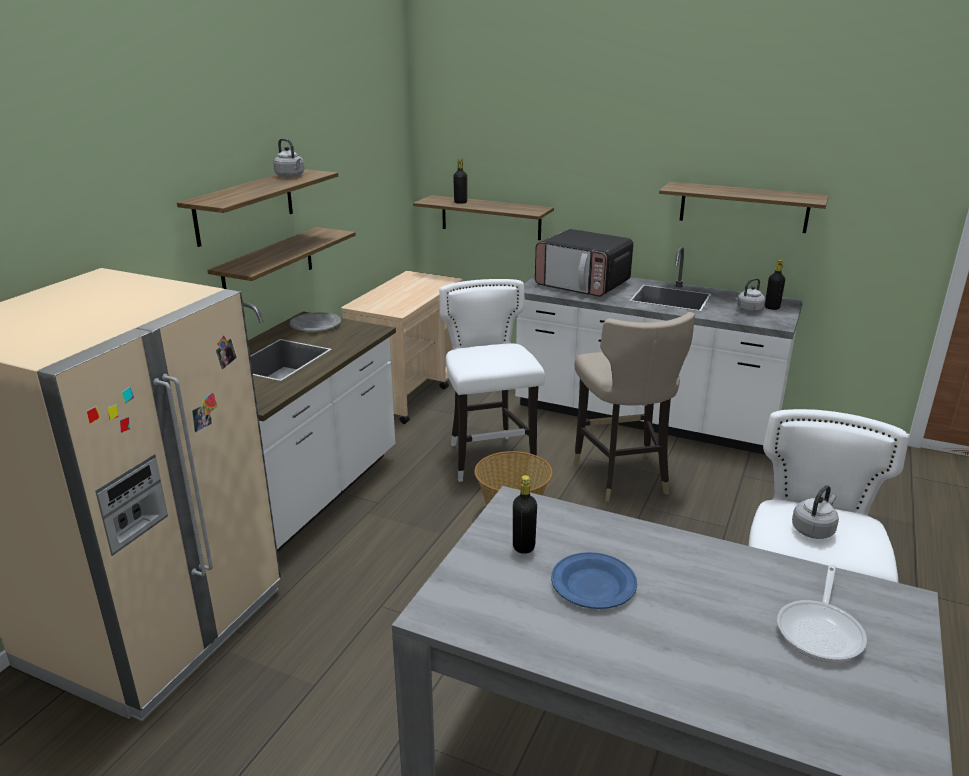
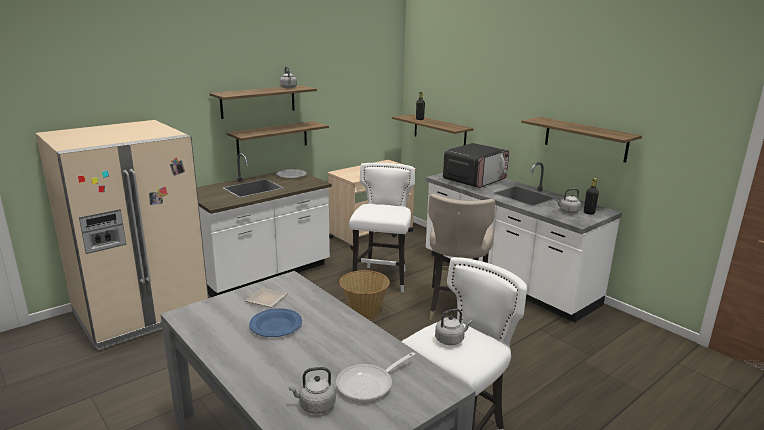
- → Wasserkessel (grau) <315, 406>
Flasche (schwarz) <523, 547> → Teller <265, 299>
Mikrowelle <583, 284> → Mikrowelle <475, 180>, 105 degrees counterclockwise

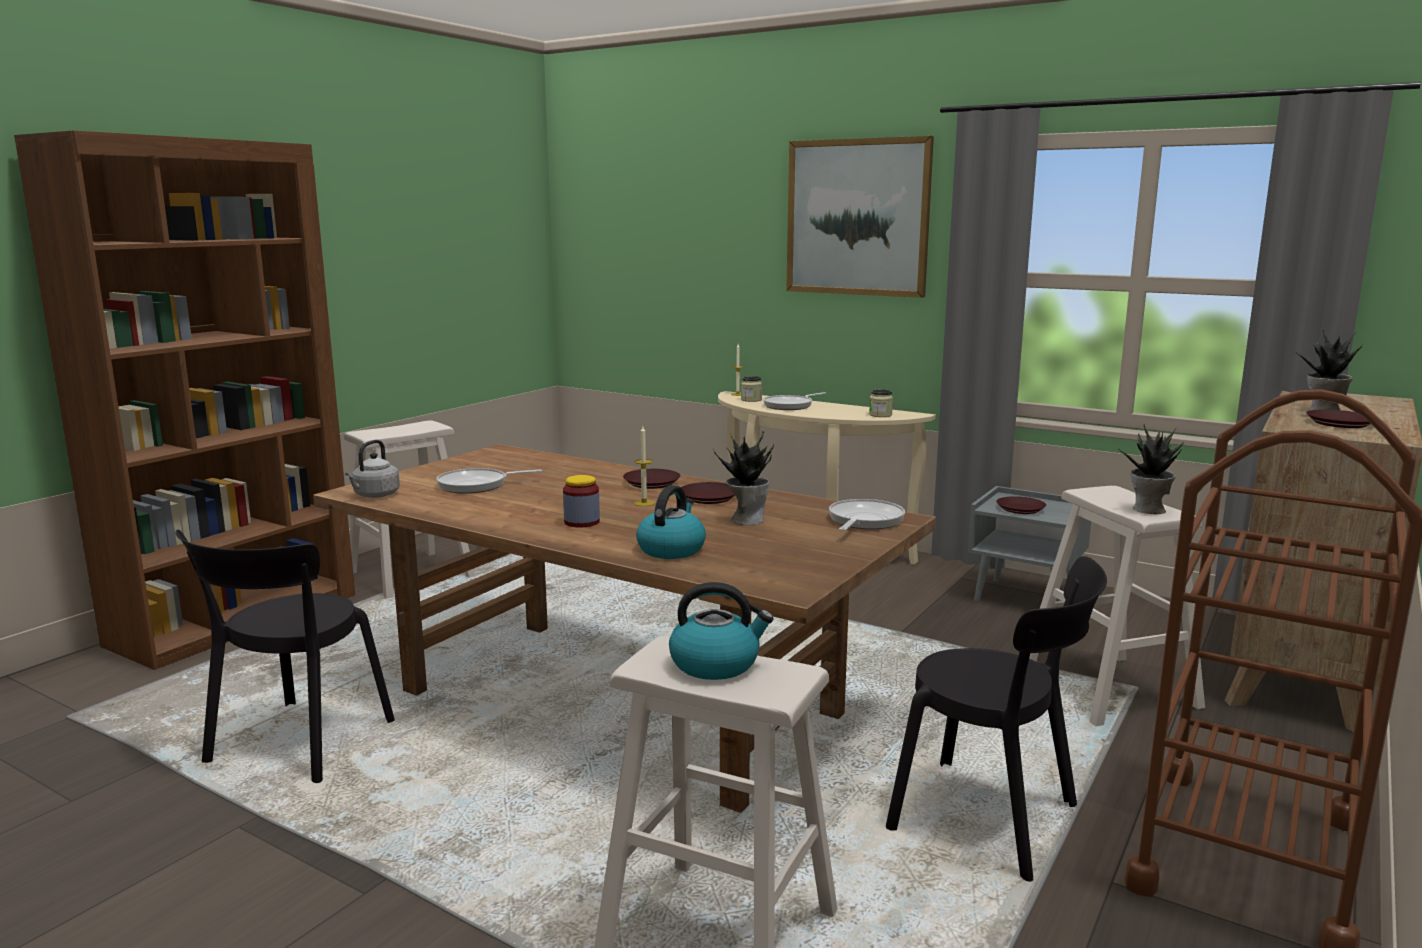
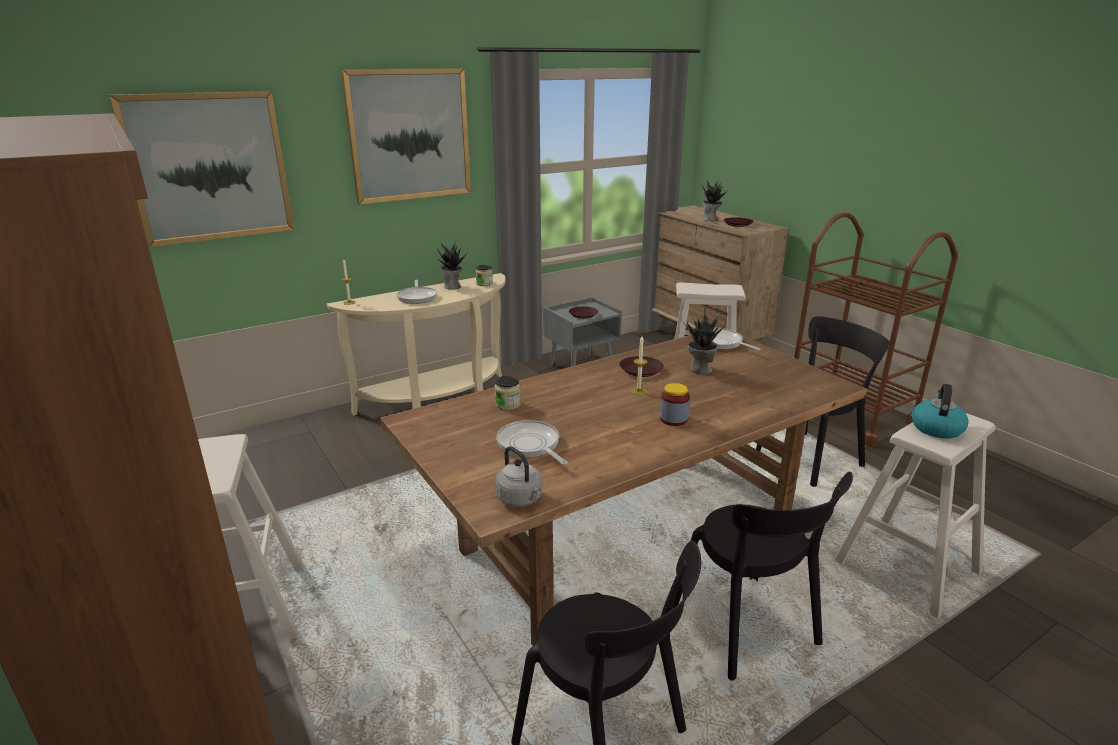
Teller (braun) <652, 483> → -
Wasserkessel <671, 549> → -
- → Bild <209, 167>
- → Stuhl (schwarz) <748, 630>
Vorratsglas <751, 400> → Vorratsglas <508, 404>, relocated
Topfpflanze <1148, 510> → Topfpflanze <453, 287>, relocated
Pfanne <477, 485> → Pfanne <530, 445>, 135 degrees clockwise

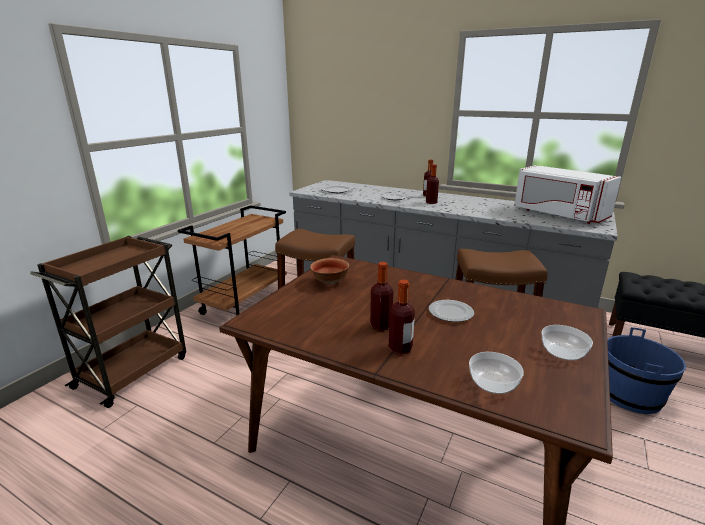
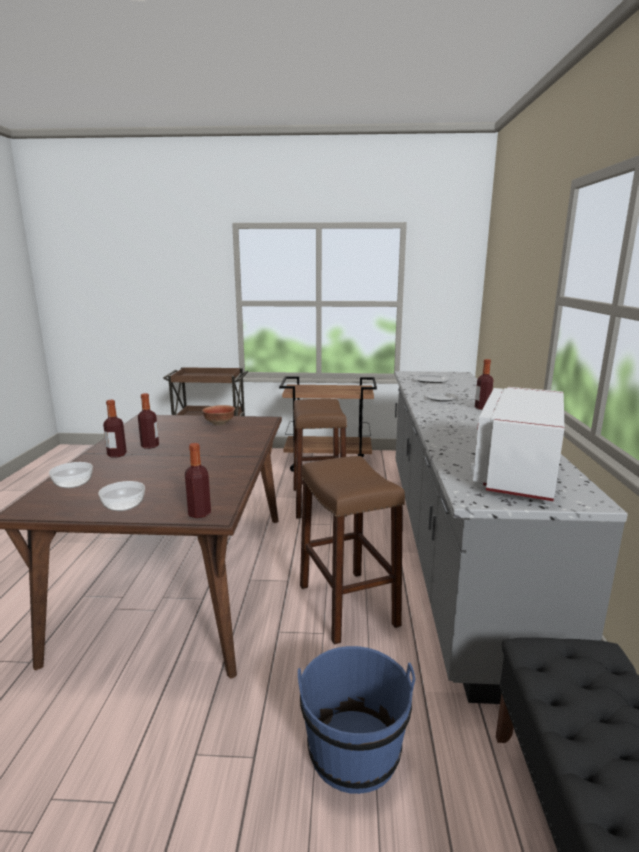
Teller <450, 313> → -
Flasche <431, 202> → Flasche <199, 513>, relocated

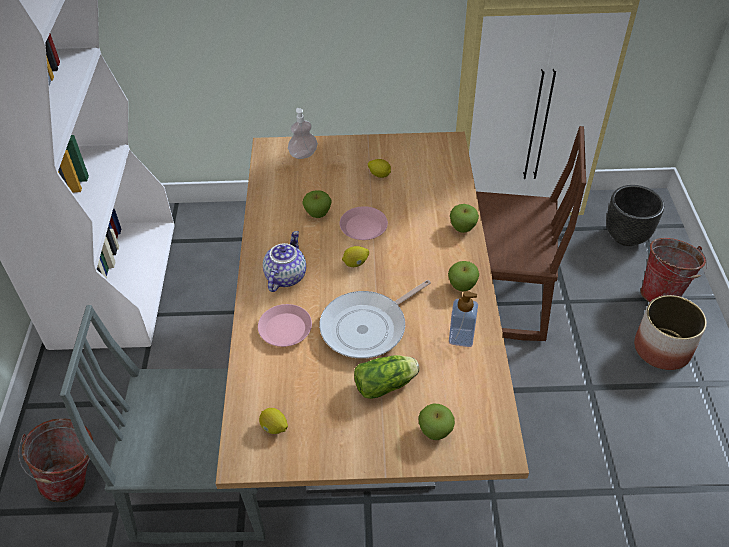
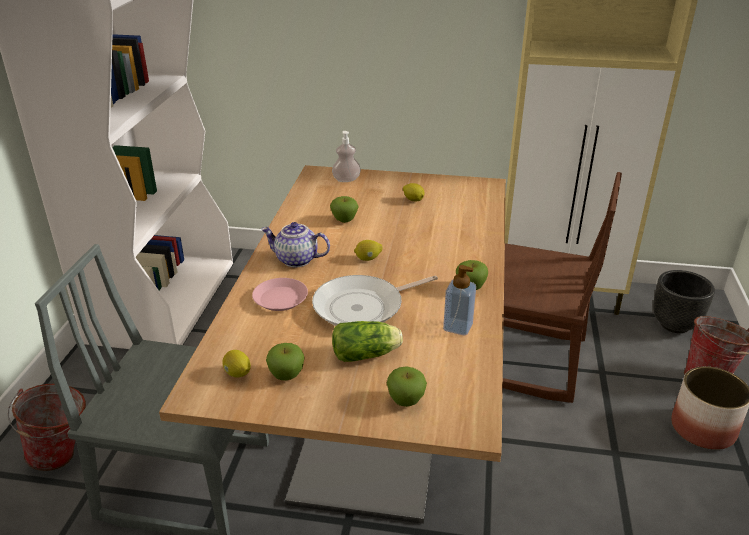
Teller (rosa) <363, 227> → -
Apfel <462, 228> → Apfel <286, 375>, relocated
Teekanne <285, 276> → Teekanne <296, 260>, 105 degrees counterclockwise

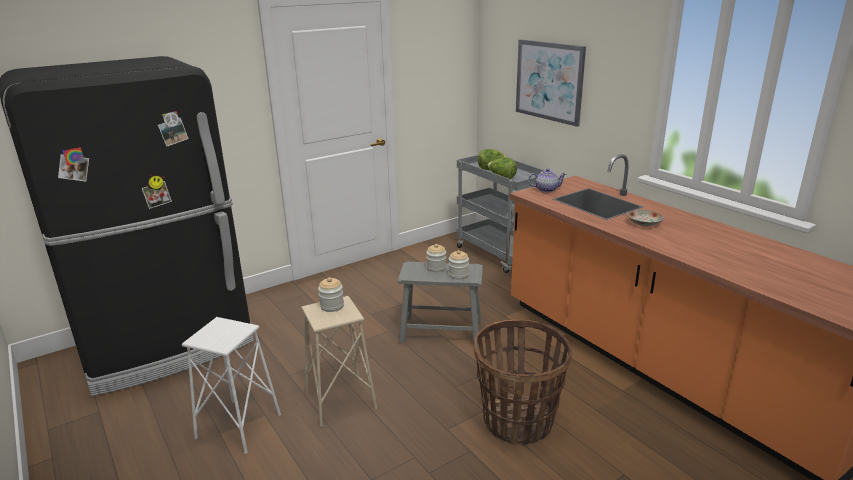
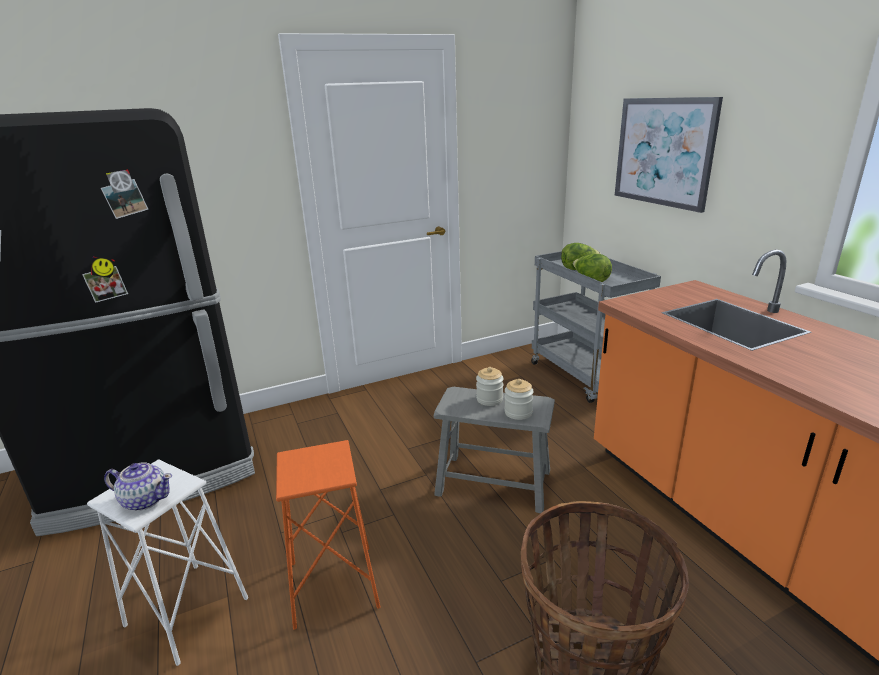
Vorratsglas <332, 306> → -
Teller <644, 223> → -
Teekanne <546, 189> → Teekanne <145, 500>, relocated
Hocker (beige) <340, 401> → Hocker (orange) <333, 585>

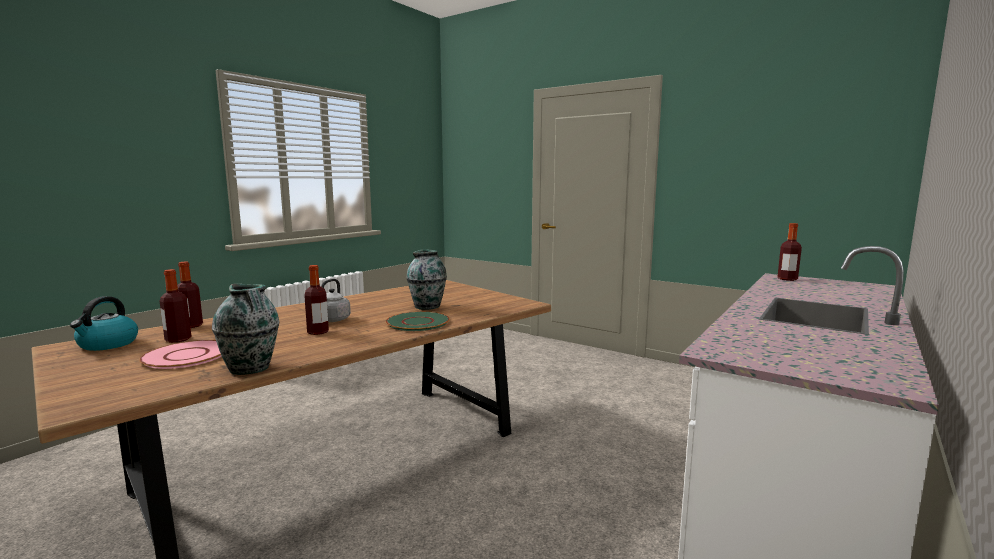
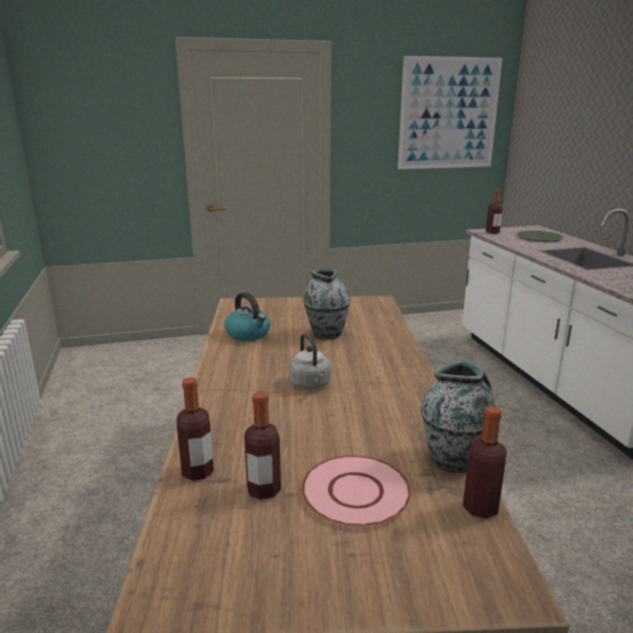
- → Bild <449, 114>
Wasserkessel <107, 344> → Wasserkessel <249, 334>, relocated
Flasche <318, 332> → Flasche <480, 508>, relocated
Teller (grün) <417, 322> → Teller (grün) <539, 237>, relocated

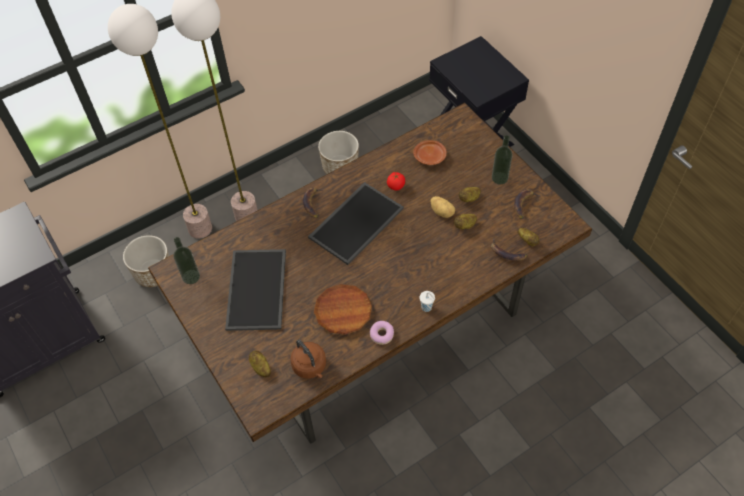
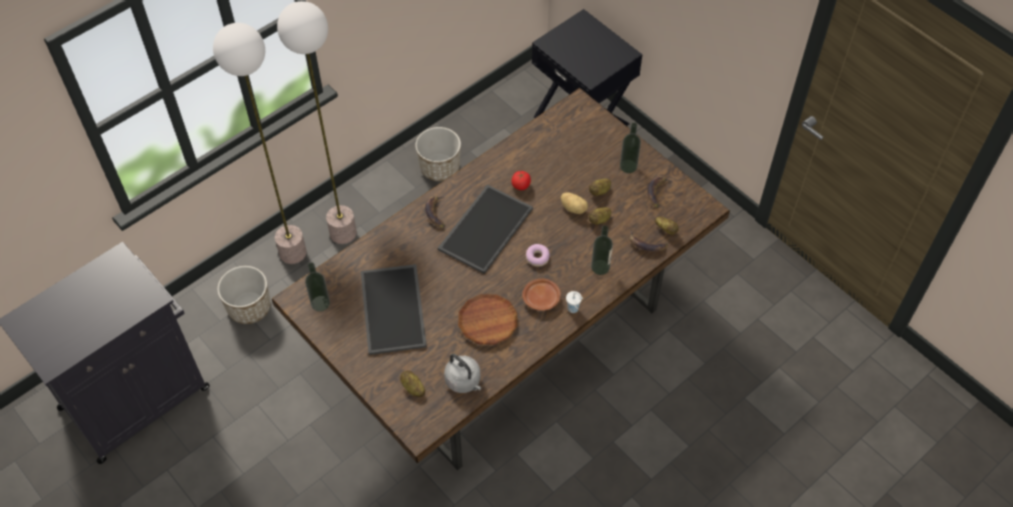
- → Flasche <600, 267>
Donut <382, 334> → Donut <537, 257>, relocated
Teller (braun) <430, 156> → Teller (braun) <541, 298>, relocated
Wasserkessel (braun) <310, 367> → Wasserkessel (grau) <464, 381>

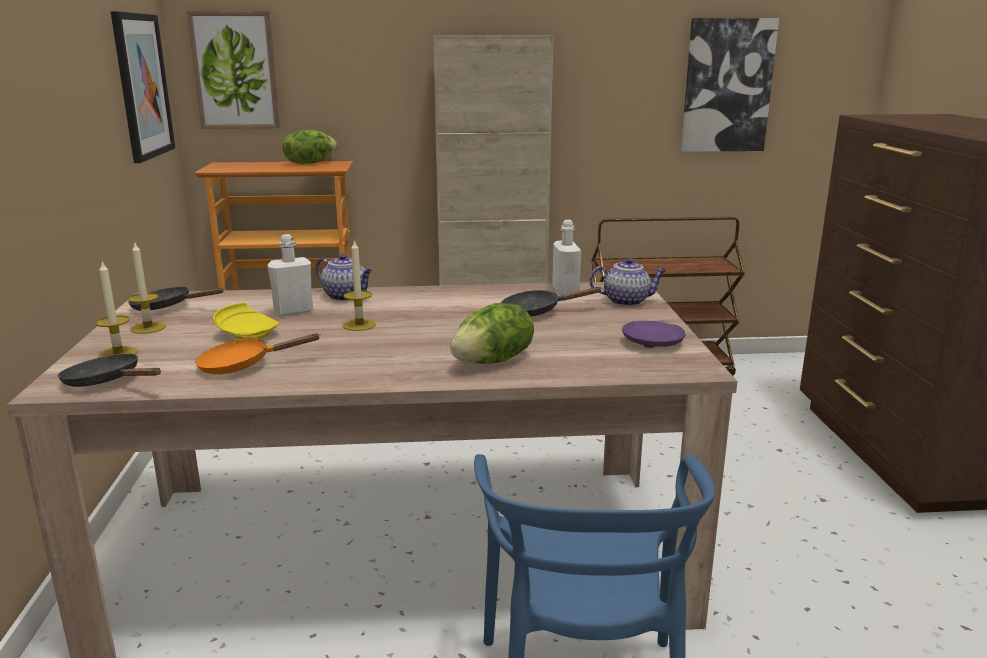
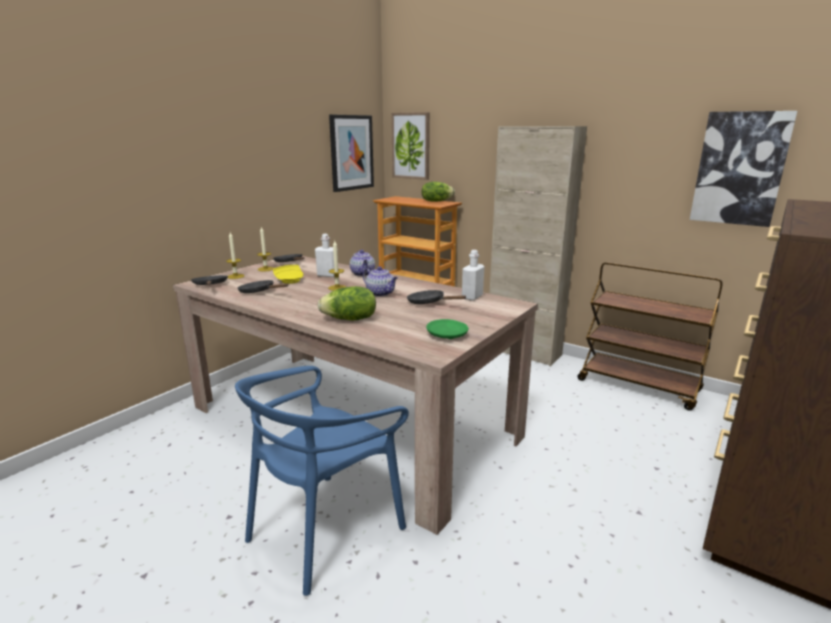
Teekanne <627, 301> → Teekanne <381, 293>, relocated
Pfanne (orange) <243, 365> → Pfanne (schwarz) <259, 292>
Teller (lila) <653, 343> → Teller (grün) <447, 335>

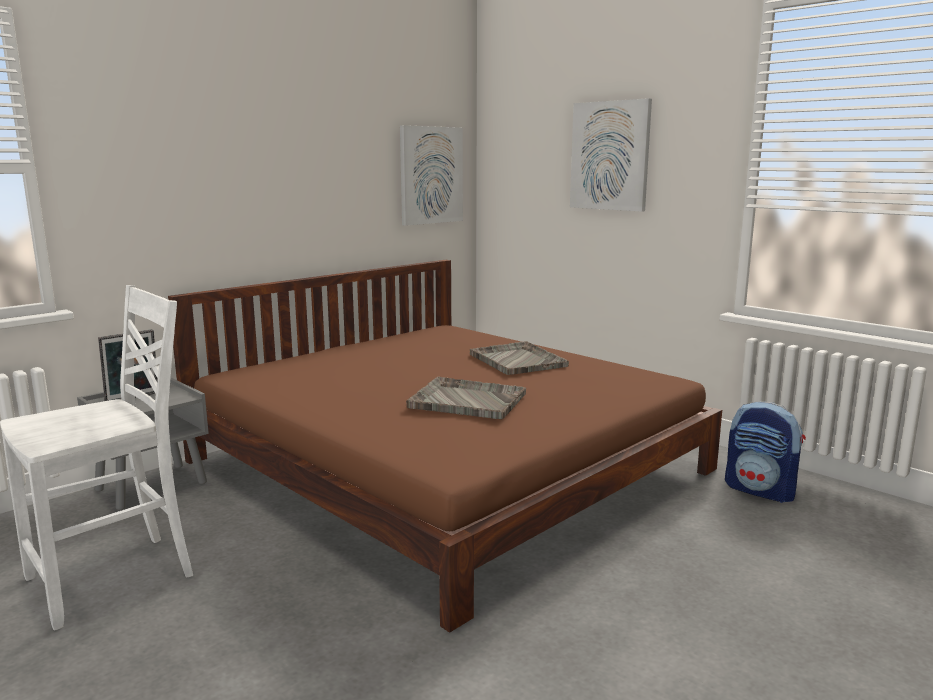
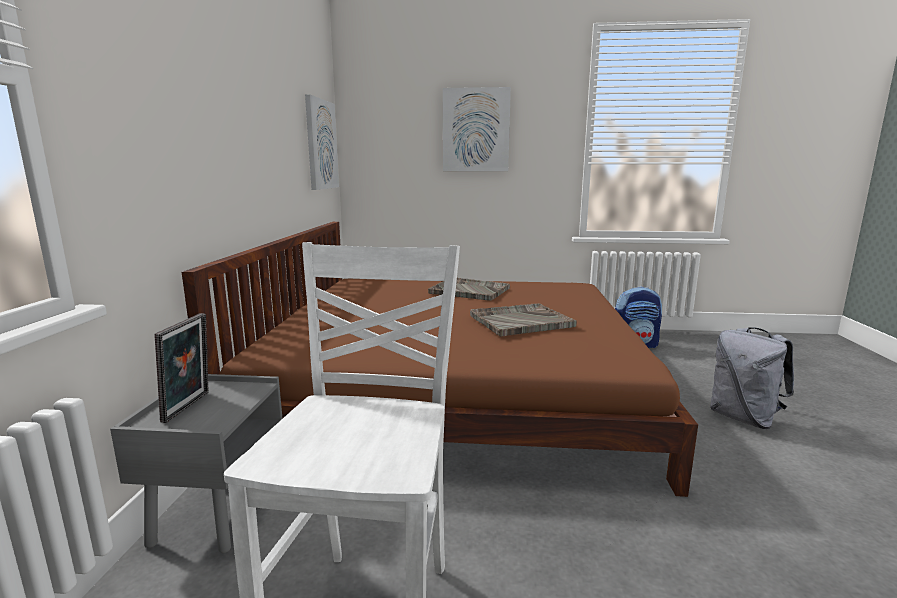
- → Rucksack (grau) <744, 418>

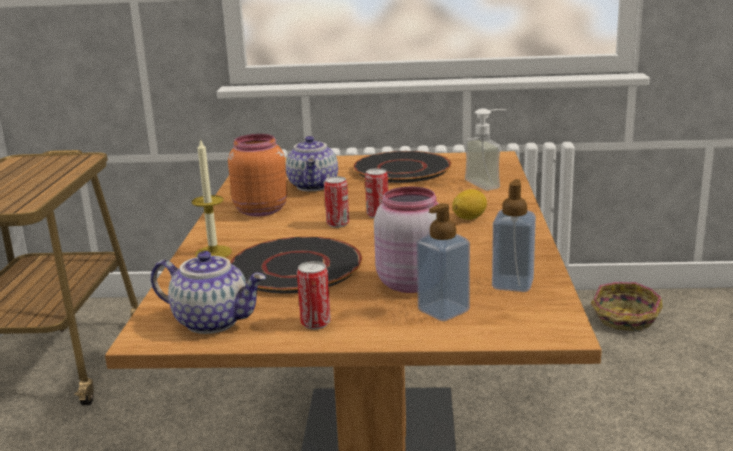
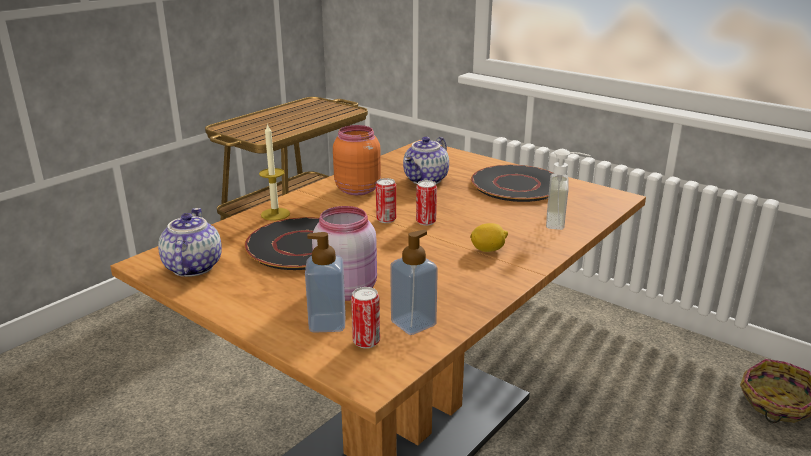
Dose <315, 323> → Dose <366, 341>, relocated
Teekanne <213, 321> → Teekanne <191, 267>, 150 degrees counterclockwise

